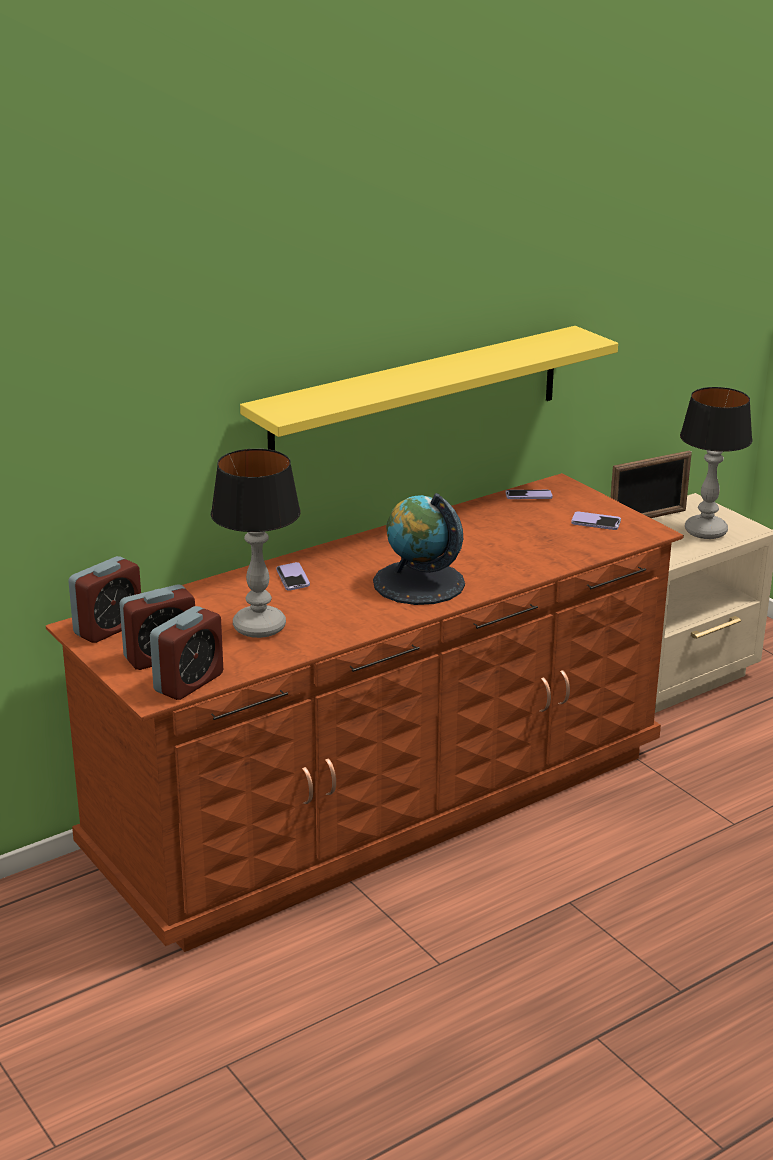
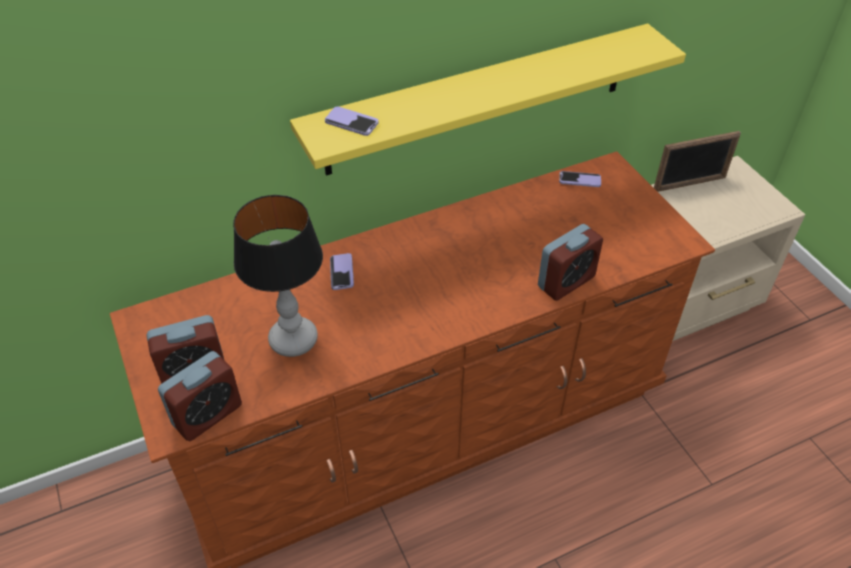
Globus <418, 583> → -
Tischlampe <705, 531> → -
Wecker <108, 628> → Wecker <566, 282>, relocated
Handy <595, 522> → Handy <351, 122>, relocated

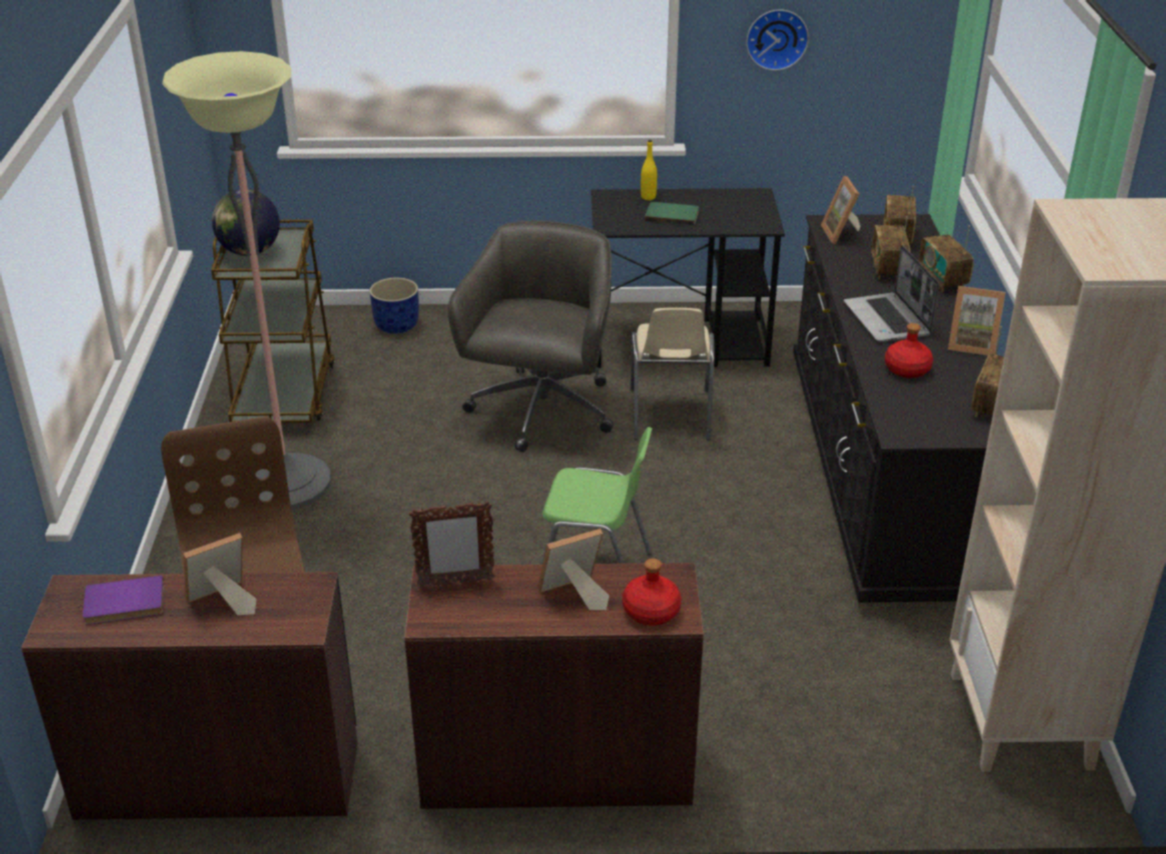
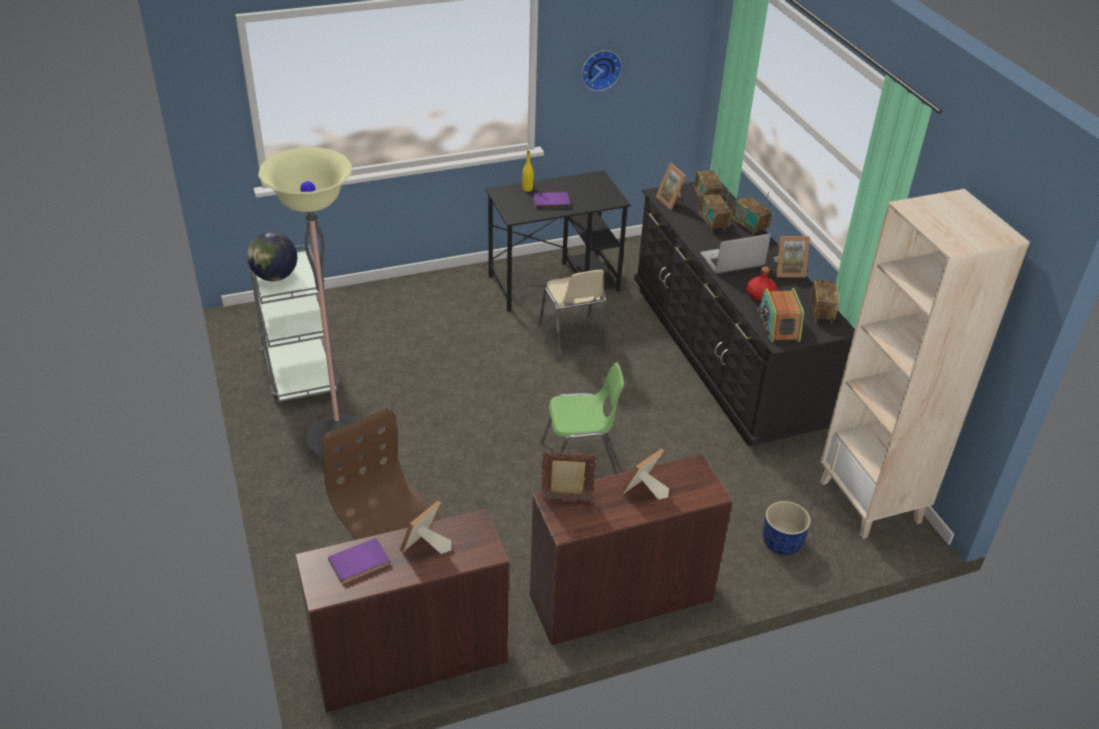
Bürostuhl (grau) <541, 412> → -
Flasche (rot) <651, 611> → -
- → Radio <778, 326>
Pflanzkübel (blau) <397, 325> → Pflanzkübel (blau) <781, 542>, relocated
Rollwagen (braun) <284, 395> → Rollwagen (grau) <300, 371>
Buch (grün) <672, 215> → Buch (lila) <551, 201>
Bilderrahmen <455, 582> → Bilderrahmen <566, 499>, 150 degrees counterclockwise
Laptop <888, 320> → Laptop <731, 261>, 105 degrees clockwise

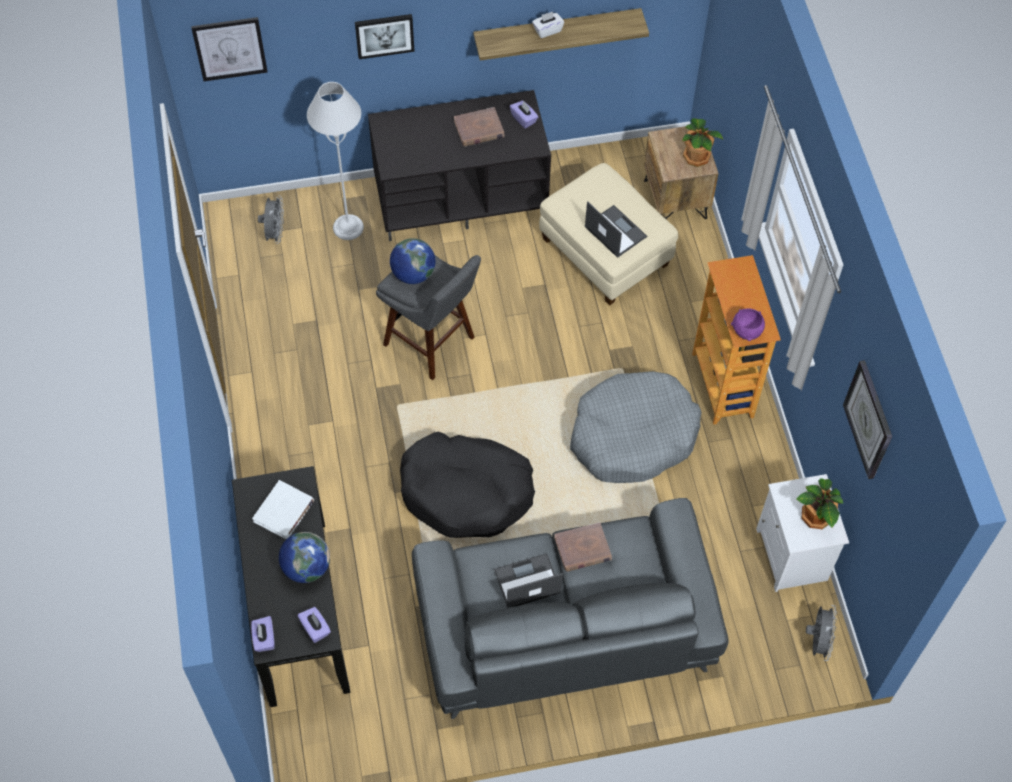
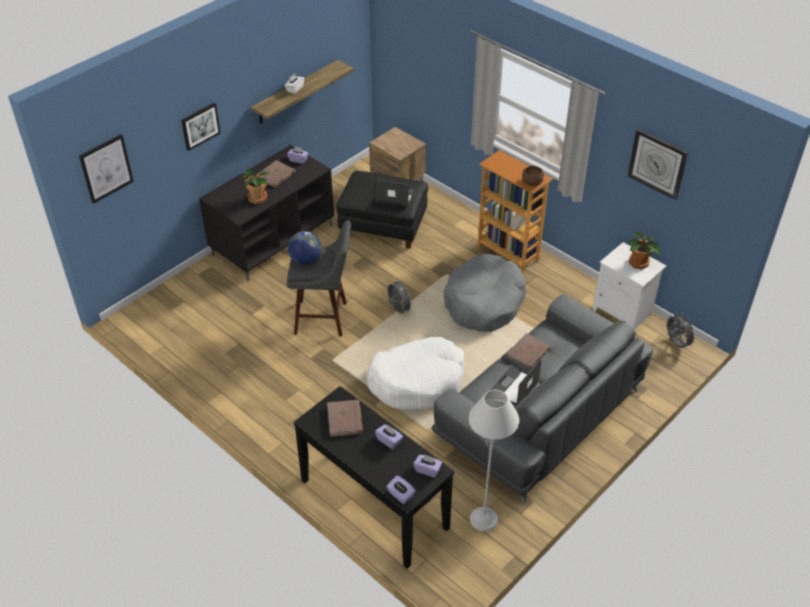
Ventilator (grau) <275, 233> → Ventilator (grau) <398, 310>, relocated
Stehlampe (grau) <348, 227> → Stehlampe (grau) <484, 519>, relocated
Topfpflanze <697, 156> → Topfpflanze <257, 198>, relocated
Globus <306, 567> → Taschentuchbox (lila) <389, 440>
Buch (weiß) <284, 511> → Buch (braun) <345, 419>
Hundebett (schwarz) <466, 492> → Hundebett (weiß) <417, 381>
Polsterhocker (beige) <606, 253> → Polsterhocker (schwarz) <384, 226>
Schüssel (lila) <747, 330> → Schüssel (braun) <532, 182>

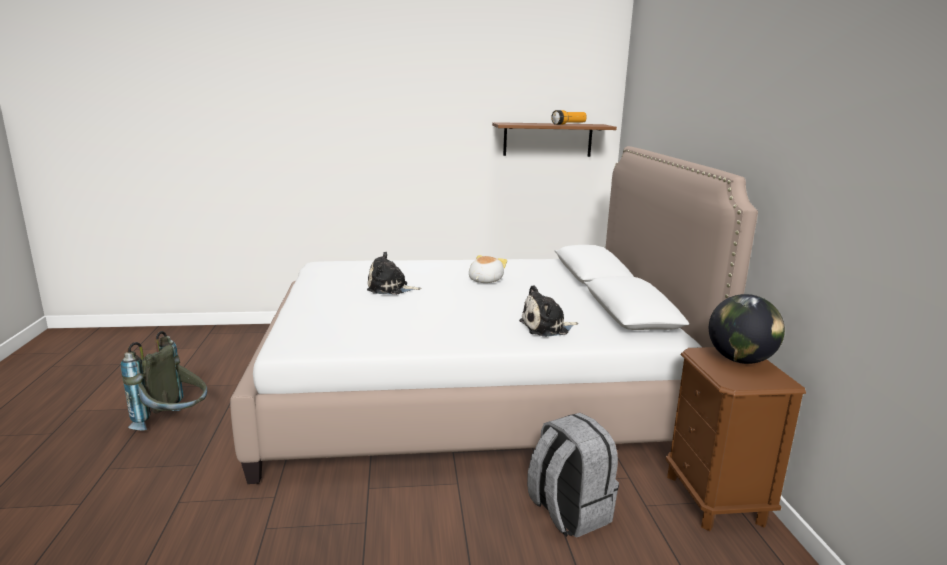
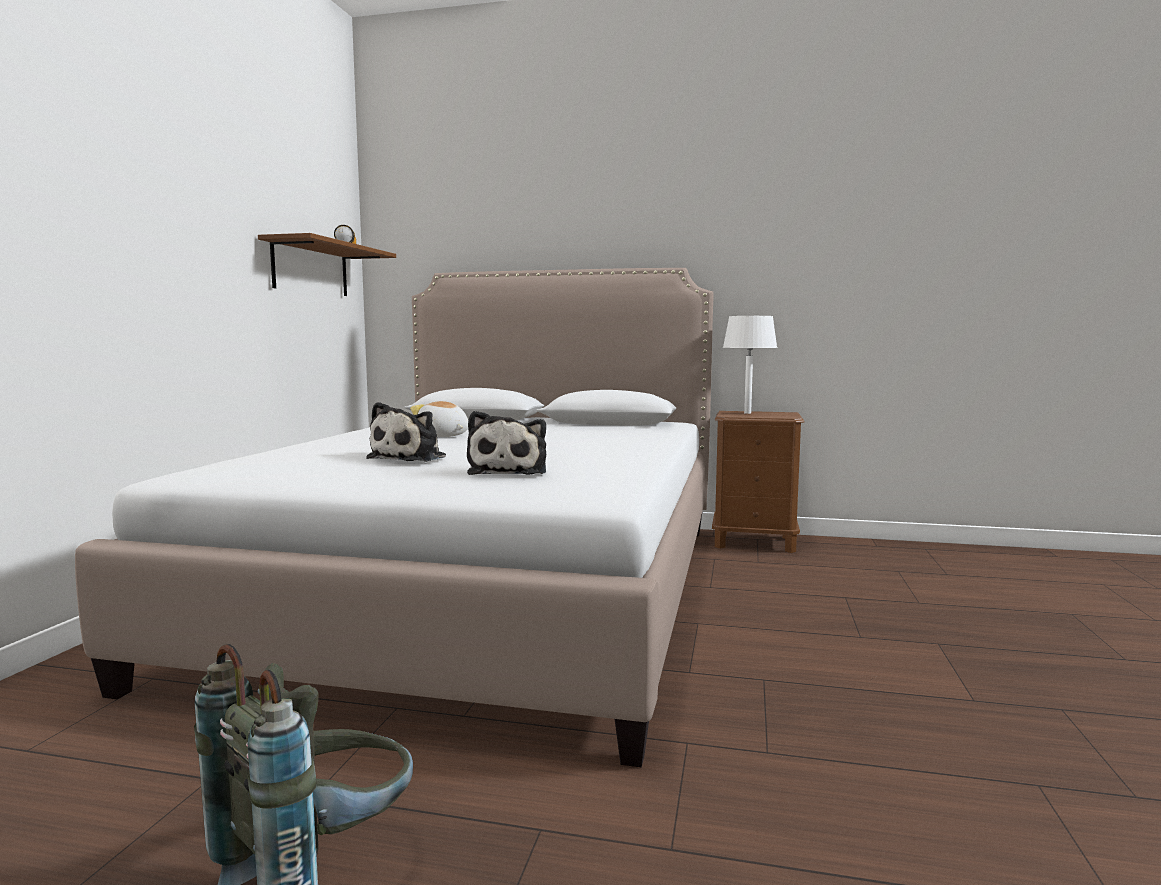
Rucksack (grau) <568, 512> → -
Plüschtier <547, 327> → Plüschtier <509, 471>, relocated
Globus <740, 360> → Tischlampe (weiß) <747, 413>

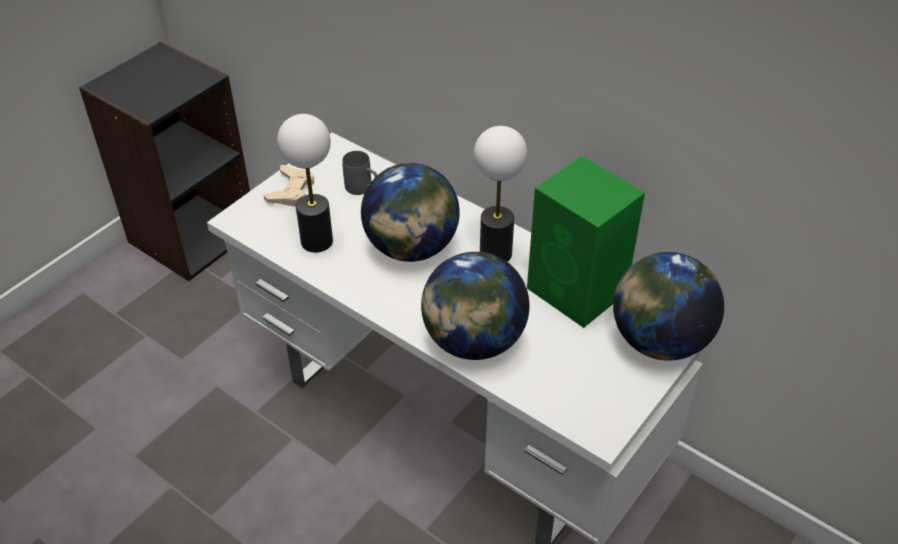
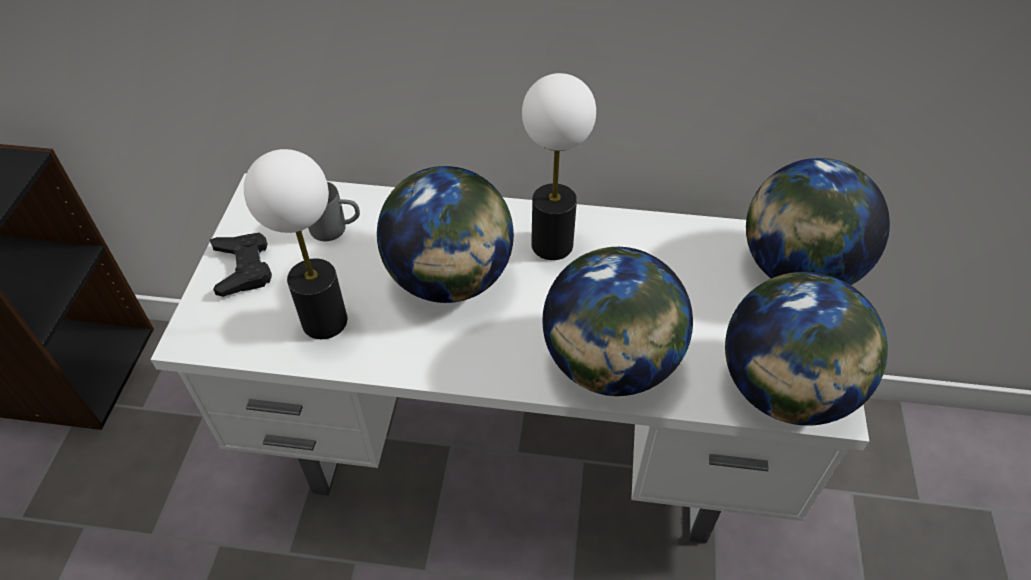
Lautsprecher (grün) <578, 292> → -
- → Globus <784, 390>
Gamepad (beige) <291, 190> → Gamepad (schwarz) <243, 268>

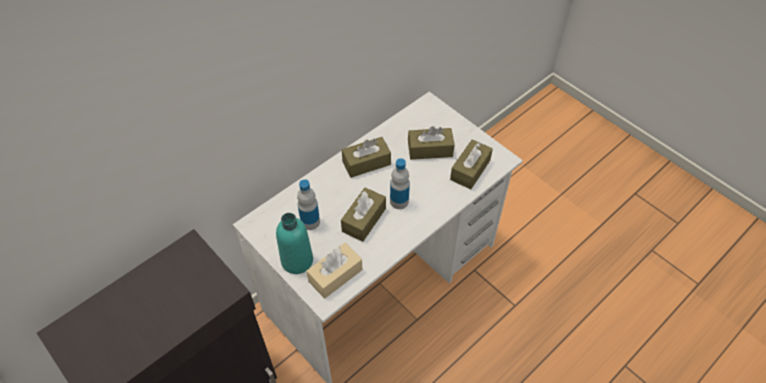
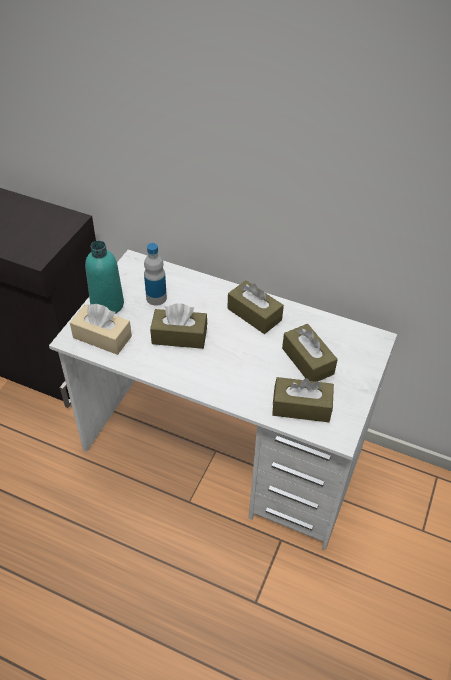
Flasche <399, 201> → -

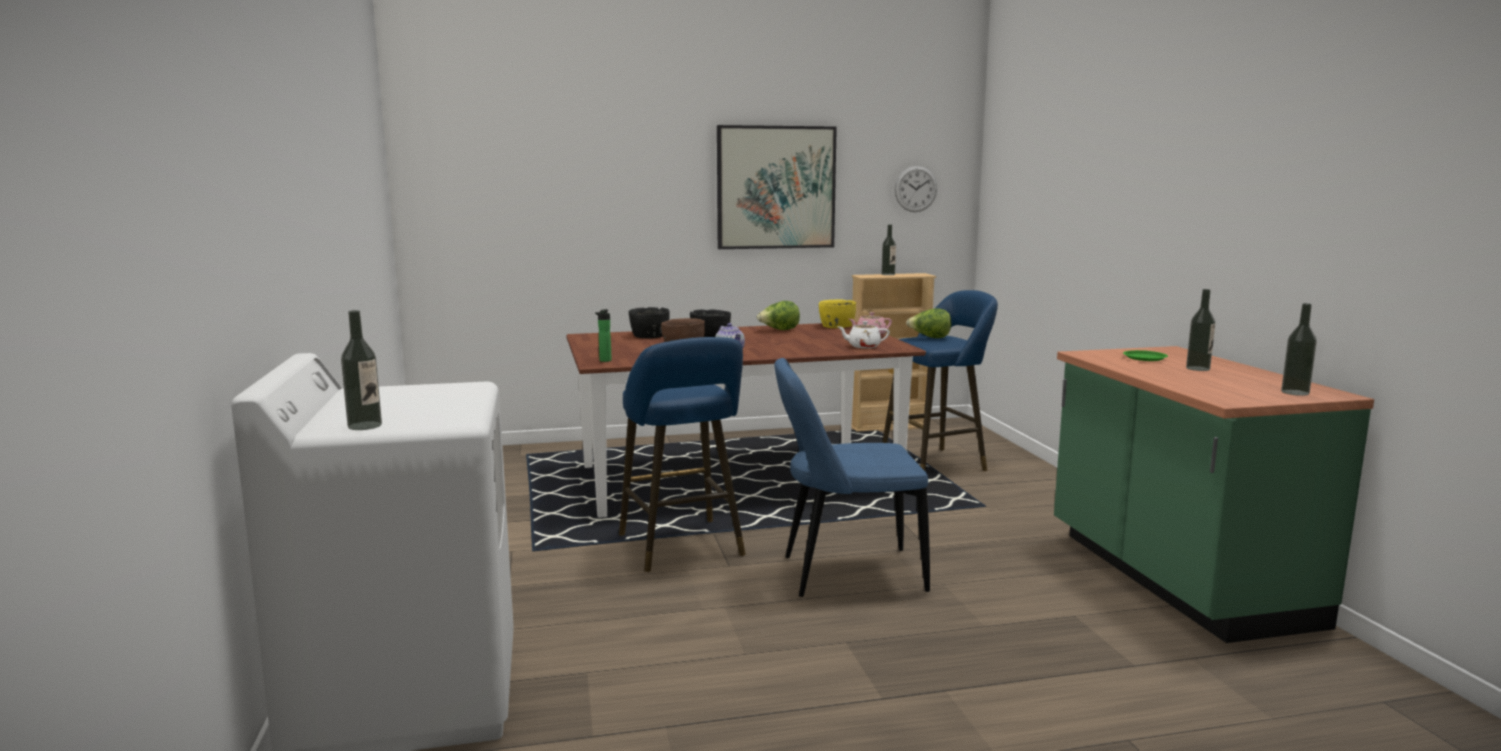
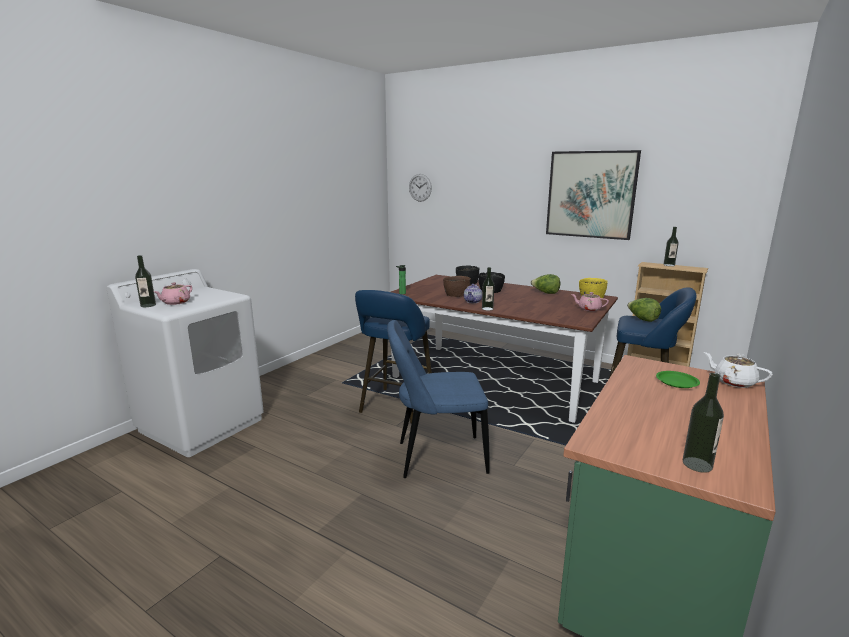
- → Teekanne (rosa) <175, 302>
Teekanne (weiß) <863, 346> → Teekanne (weiß) <733, 382>, relocated
Wanduhr <915, 189> → Wanduhr <420, 187>, relocated
Flasche <1198, 368> → Flasche <487, 308>, relocated
Stuhl (blau) <845, 574> → Stuhl (blau) <436, 457>, 45 degrees counterclockwise

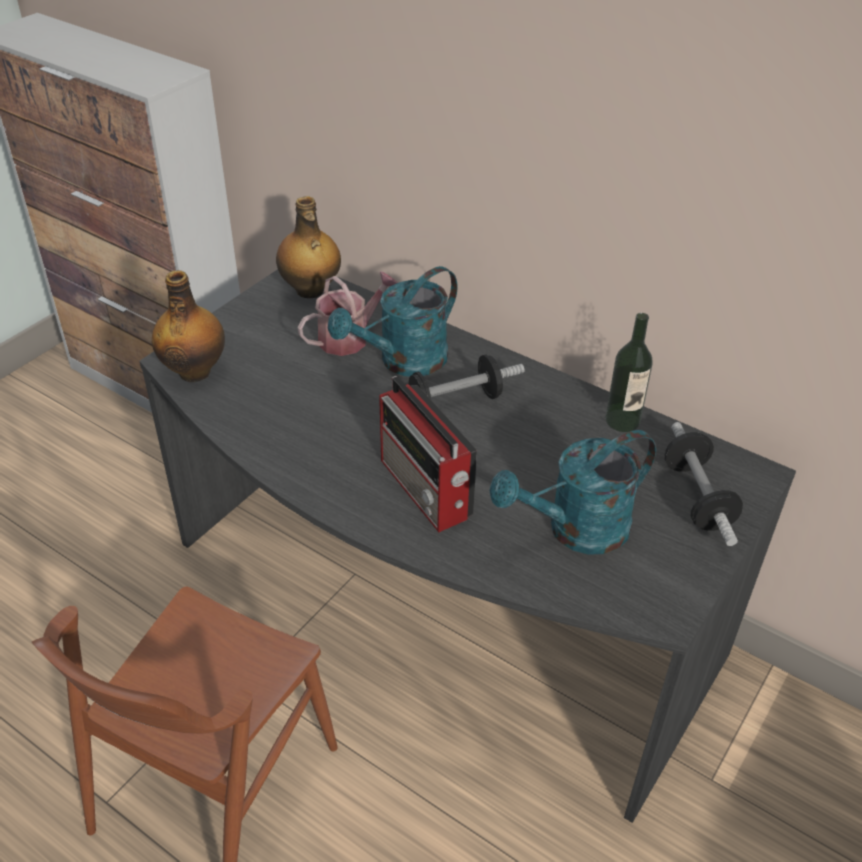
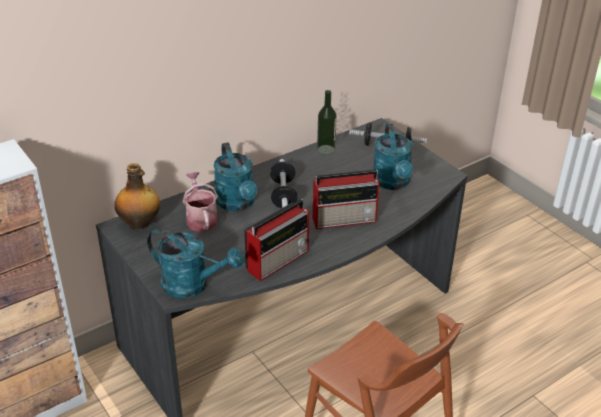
- → Radio <279, 260>
Flasche <195, 371> → Gießkanne (türkis) <193, 285>

